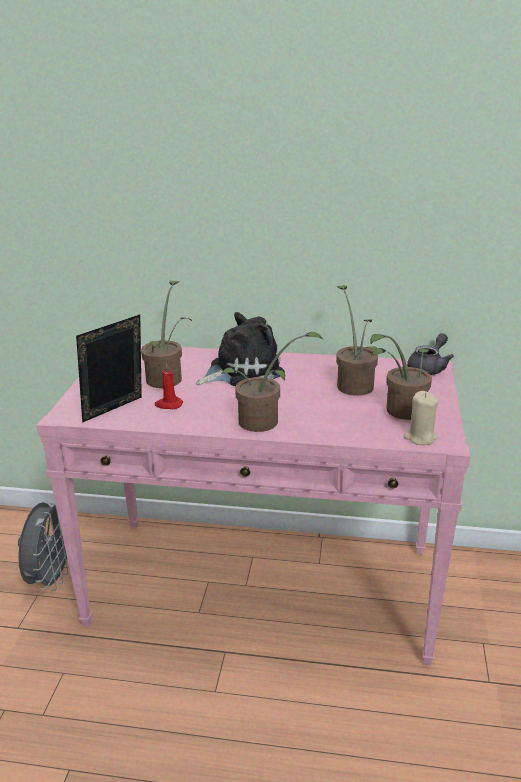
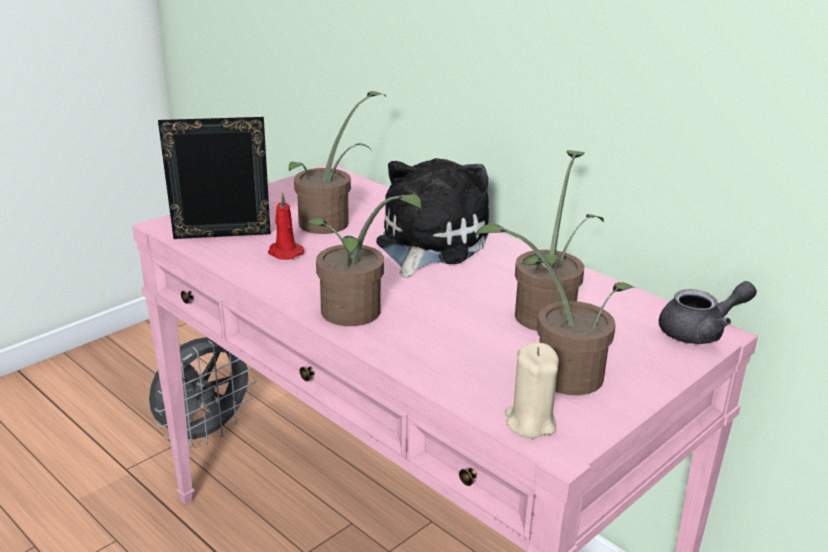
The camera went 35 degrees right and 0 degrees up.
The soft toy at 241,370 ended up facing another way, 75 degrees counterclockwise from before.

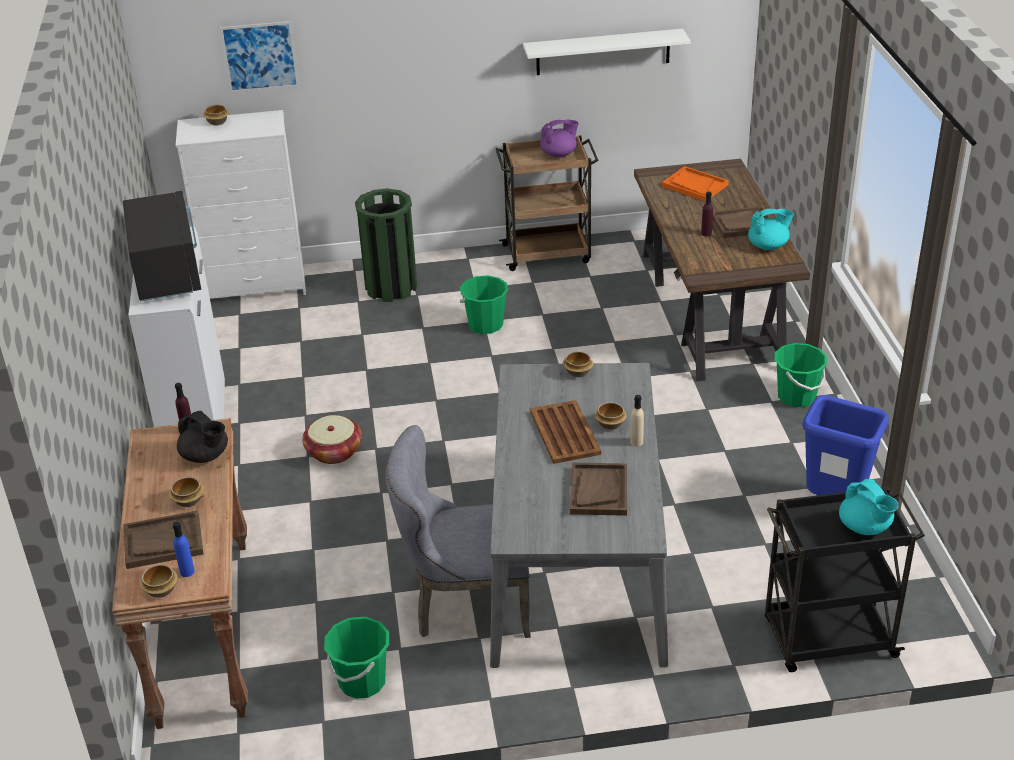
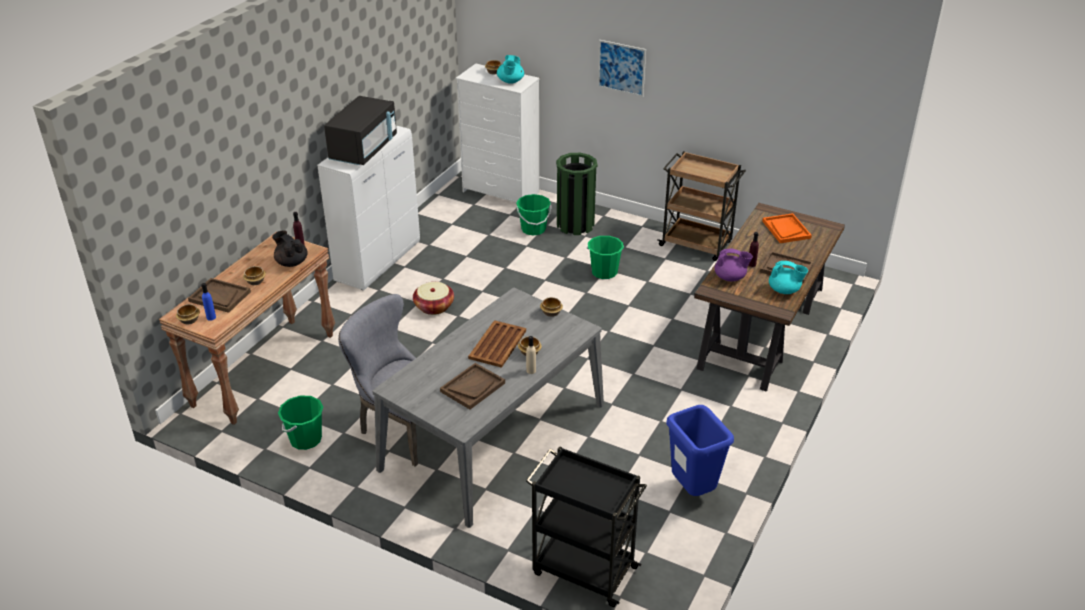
The camera went 35 degrees right and 0 degrees up.
The second view lost the wall shelf/whitish at 603,52.
The wall picture ended up elsewhere, having gone from 260,57 to 621,68.
The tea pot/purple-coloured ended up elsewhere, having gone from 559,154 to 730,278.
The water bucket/green-coloured ended up elsewhere, having gone from 796,396 to 533,229.
The tea pot/turquoise ended up elsewhere, having gone from 865,527 to 510,81.
The tea pot/black-coloured at 205,456 ended up facing another way, 150 degrees clockwise from before.

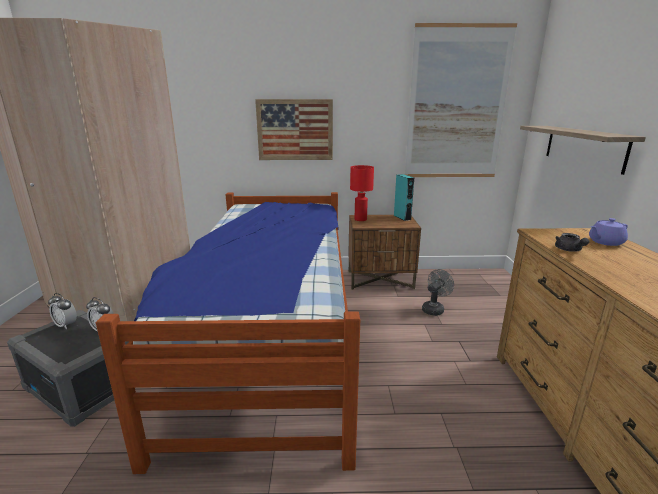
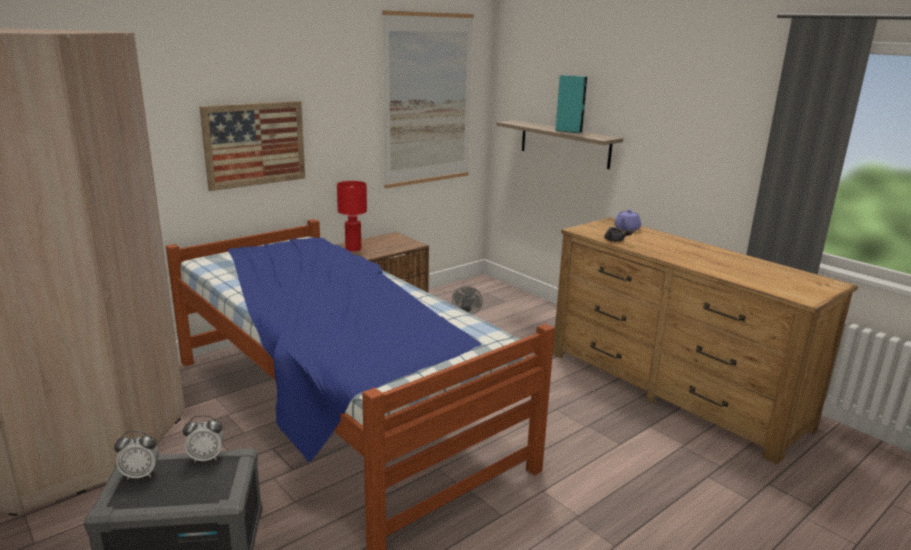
The camera went 40 degrees left and 0 degrees up.
The audio speaker/turquoise ended up elsewhere, having gone from 402,217 to 568,131.

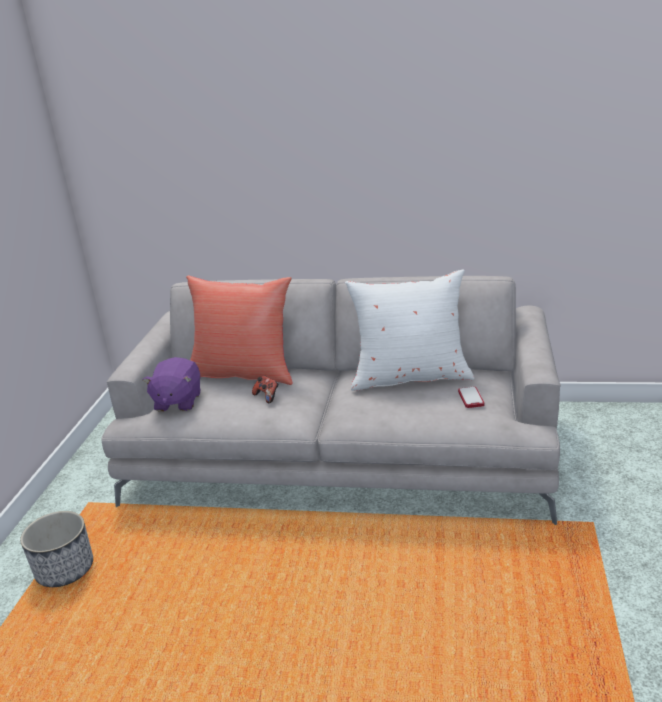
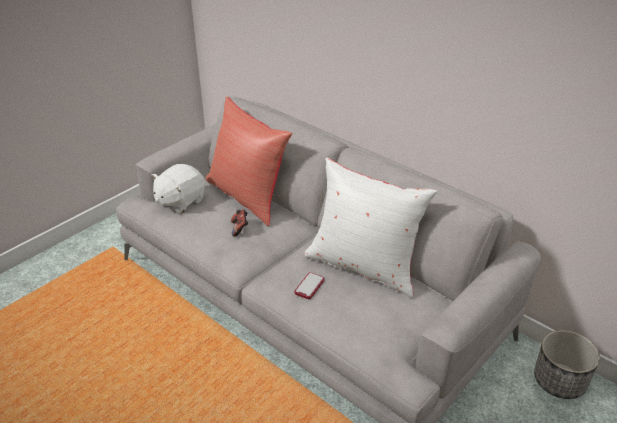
The camera went 30 degrees right and 10 degrees up.
The planter ended up elsewhere, having gone from 65,570 to 559,381.
The handset ended up elsewhere, having gone from 471,398 to 309,286.
What was the soft toy/purple-coloured at 177,402 turned into the soft toy/whitish at 180,201.

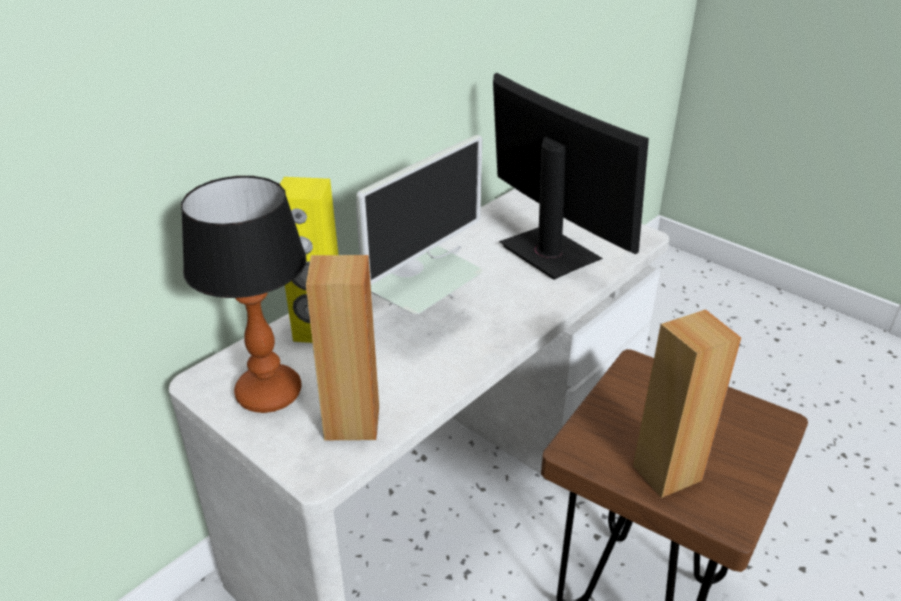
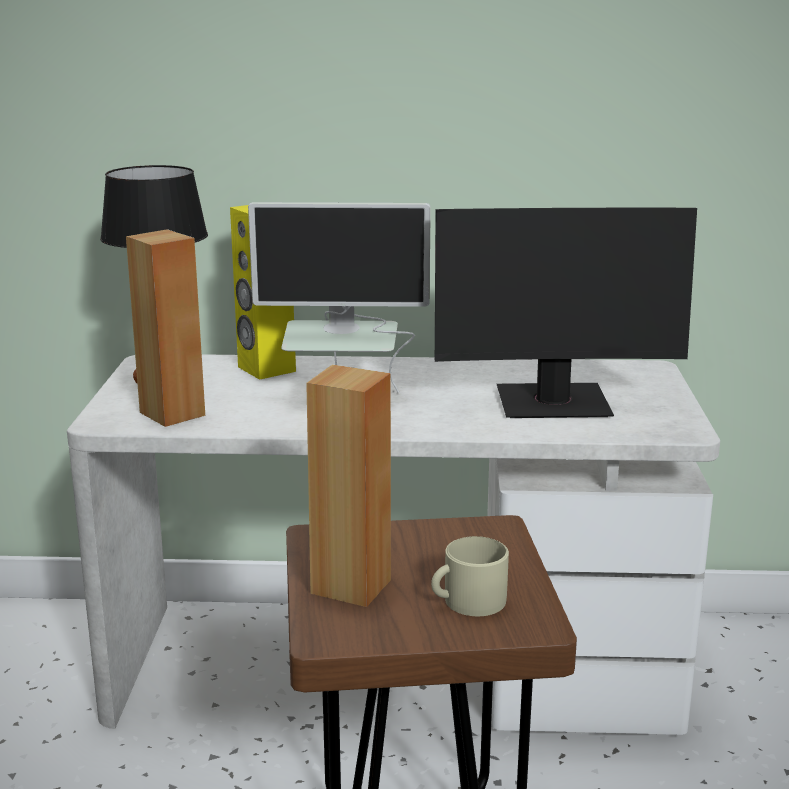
The camera went 50 degrees right and 15 degrees down.
The second view gained the tea mug/beige-coloured at 467,601.
The computer screen at 549,253 ended up facing another way, 75 degrees clockwise from before.

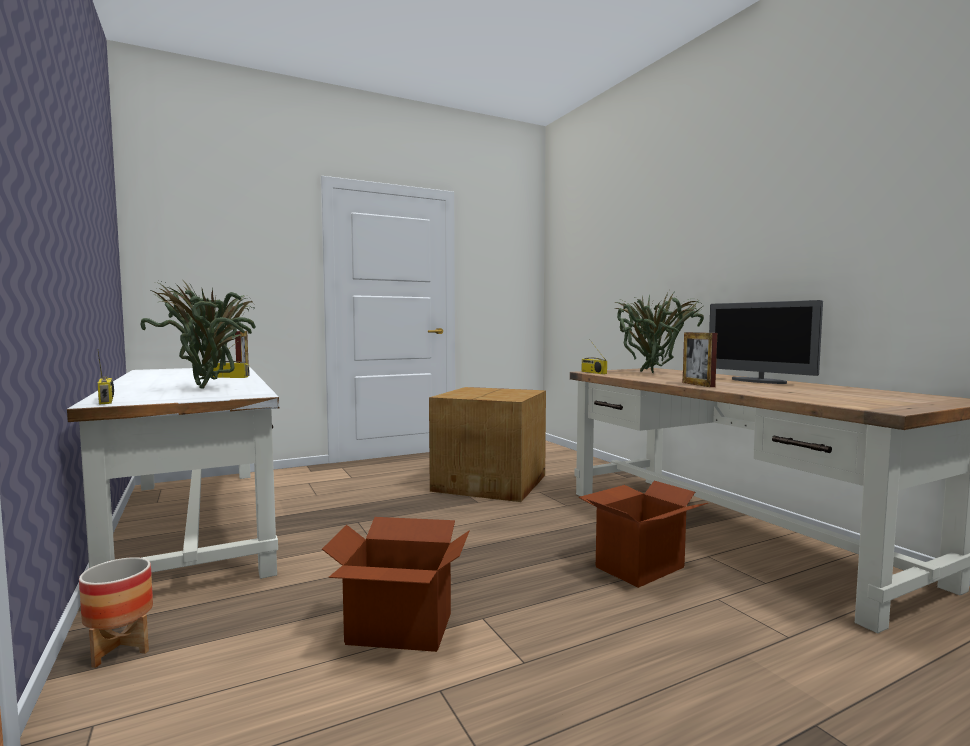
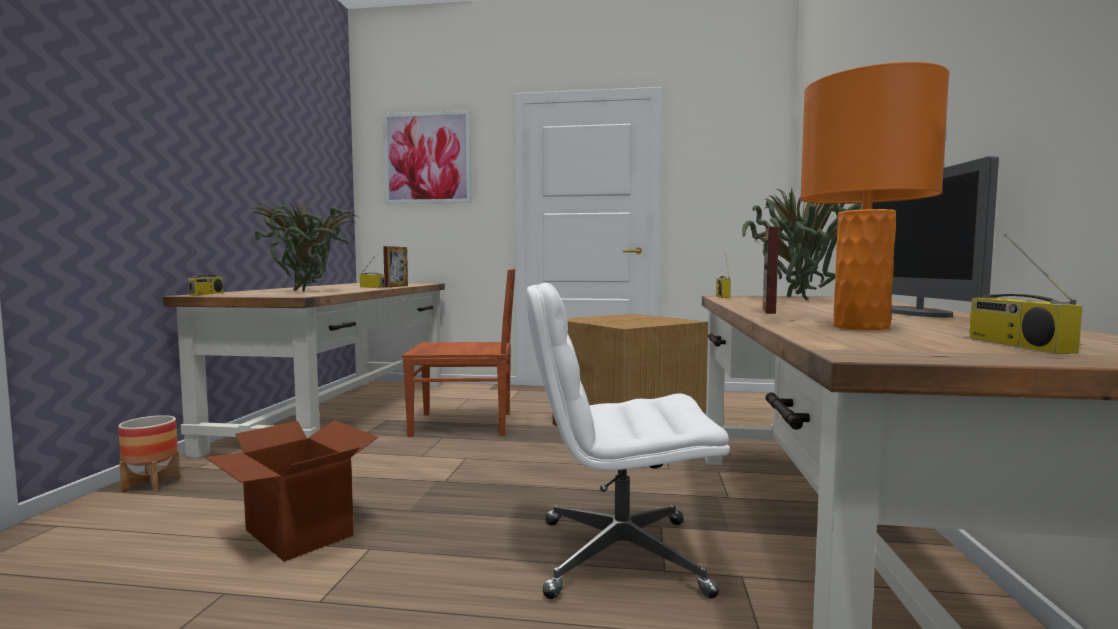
The camera went 35 degrees right and 0 degrees up.
The second view gained the wall picture at 427,158.
The second view gained the plain chair/brown at 465,424.
The second view gained the table lamp/orange-coloured at 860,327.
The second view gained the radio receiver at 1014,344.
Where the cardboard box stood at 638,567, the desk chair/whitish came to stand at 618,556.
What was the desk/whitish at 194,521 turned into the desk/brown at 342,412.

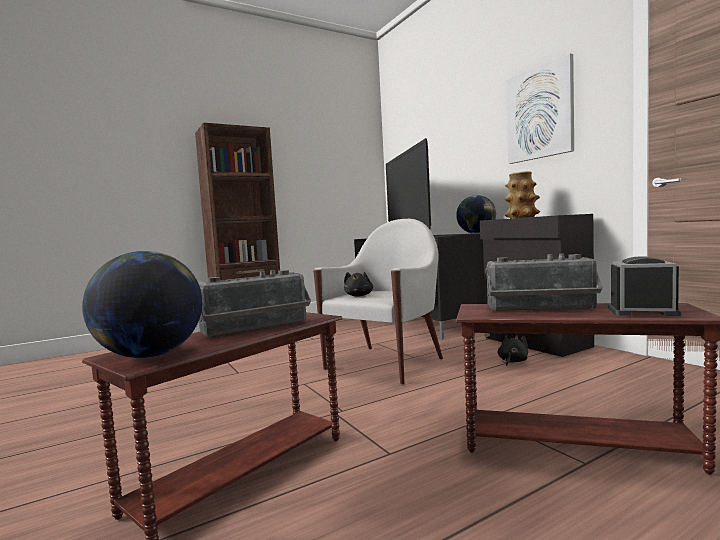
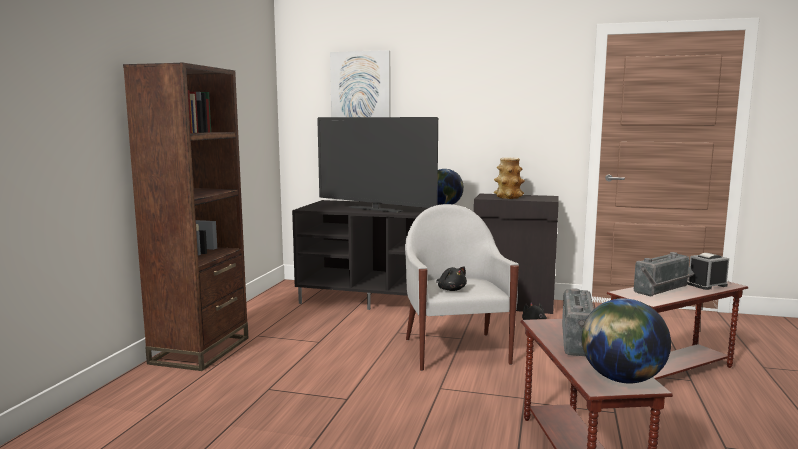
The camera went 45 degrees left and 5 degrees up.
The wall picture ended up elsewhere, having gone from 539,113 to 361,89.

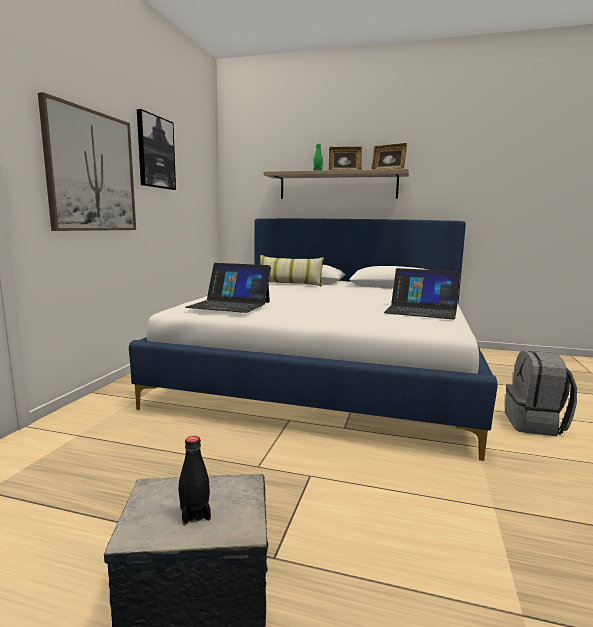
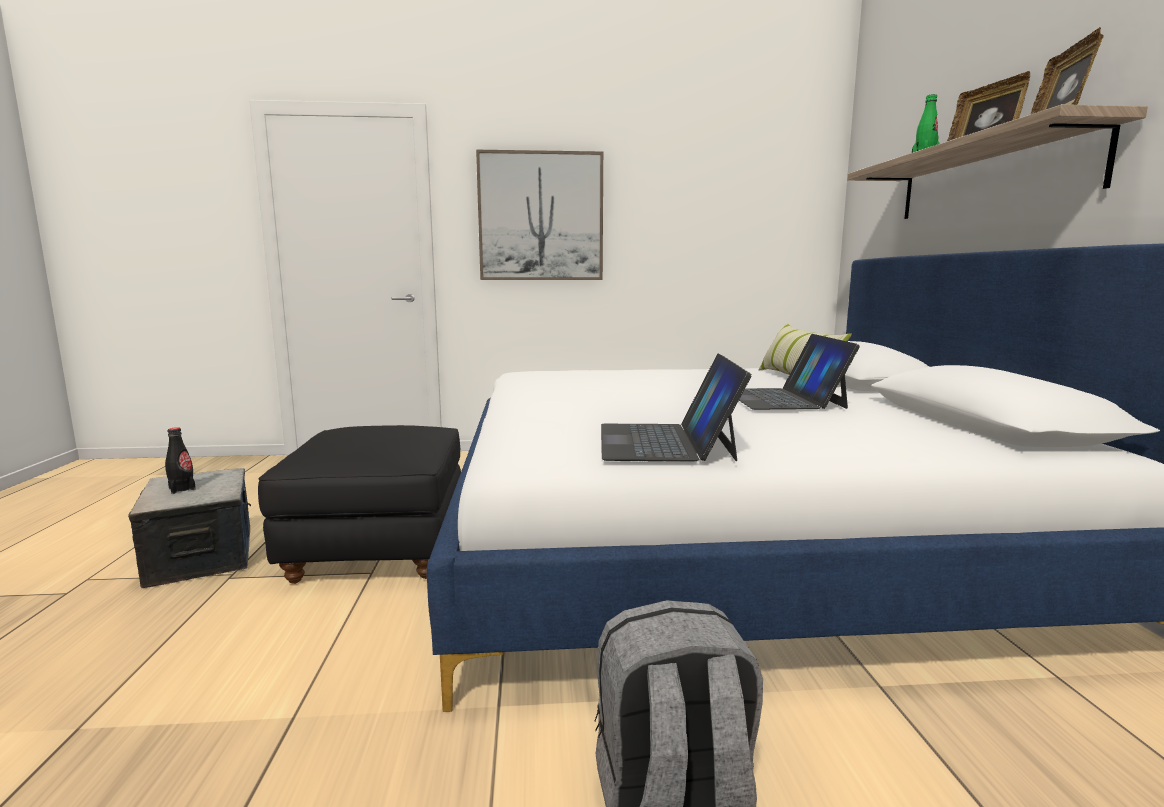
The camera went 70 degrees right and 0 degrees up.
The second view lost the wall picture at 155,152.
The second view gained the footrest/black-coloured at 379,549.
The notebook computer ended up elsewhere, having gone from 229,304 to 783,398.

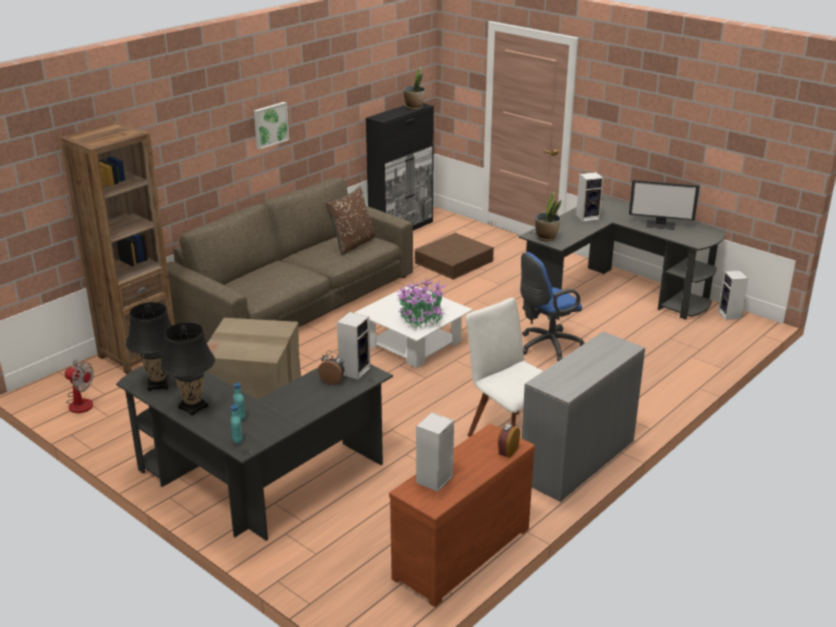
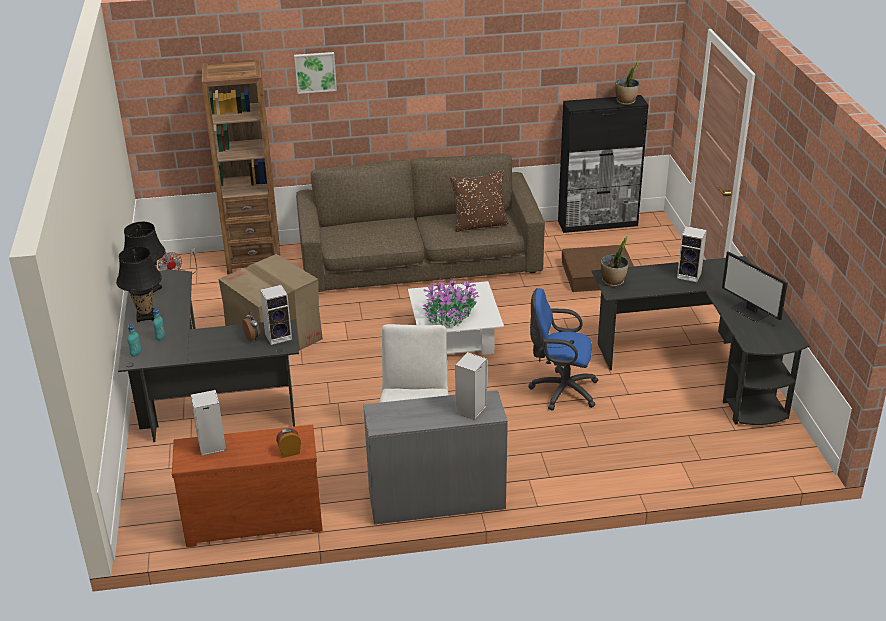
The camera went 40 degrees right and 5 degrees up.
The wall picture ended up elsewhere, having gone from 270,125 to 315,72.
The audio speaker ended up elsewhere, having gone from 730,315 to 471,410.

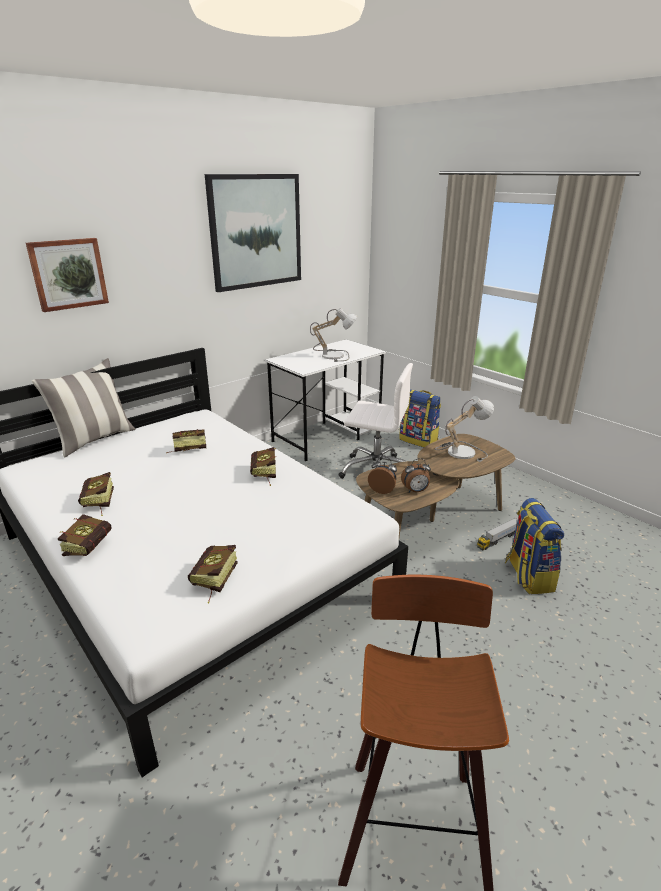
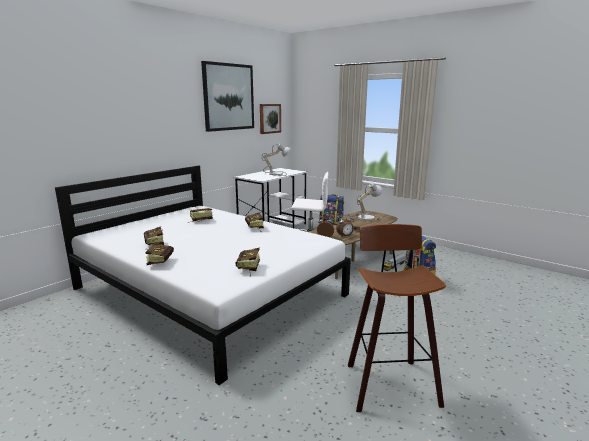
The camera went 10 degrees left and 10 degrees down.
The second view lost the cushion at 94,440.
The wall picture ended up elsewhere, having gone from 68,274 to 269,118.

